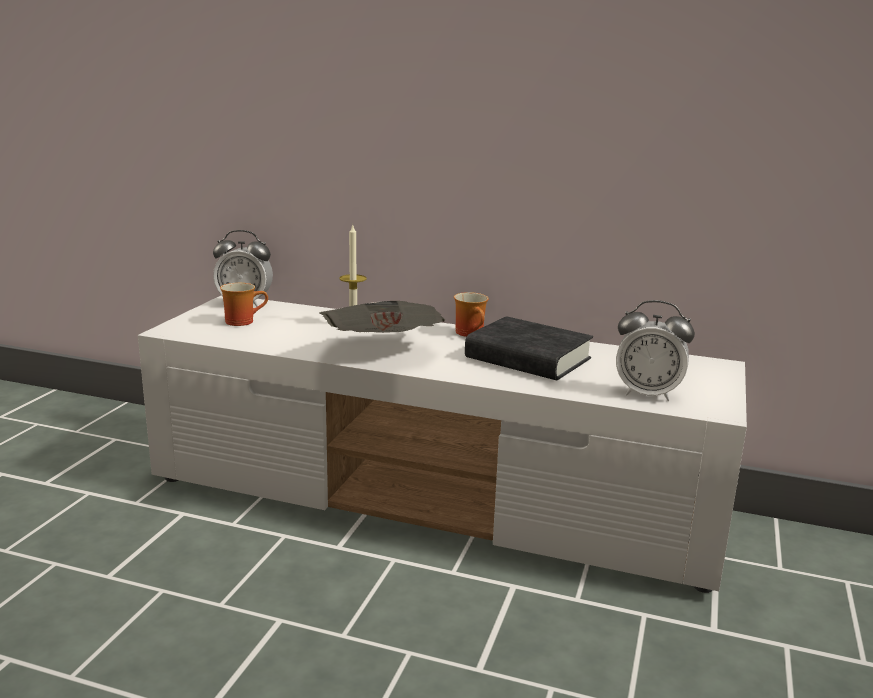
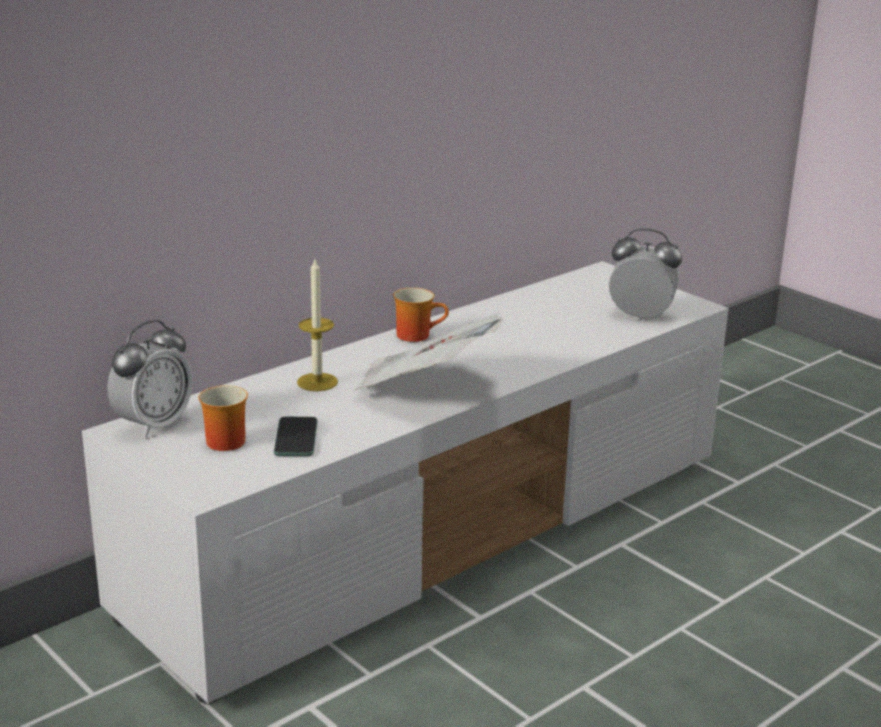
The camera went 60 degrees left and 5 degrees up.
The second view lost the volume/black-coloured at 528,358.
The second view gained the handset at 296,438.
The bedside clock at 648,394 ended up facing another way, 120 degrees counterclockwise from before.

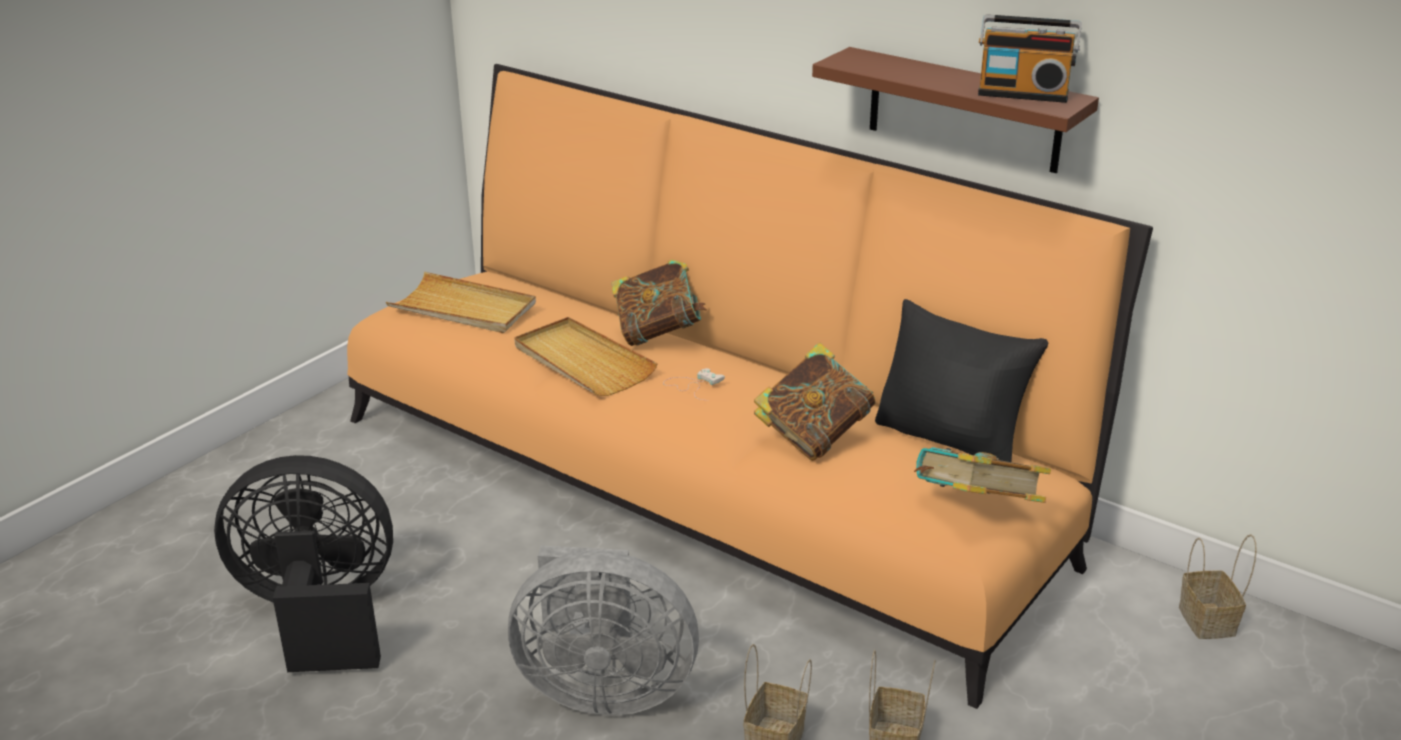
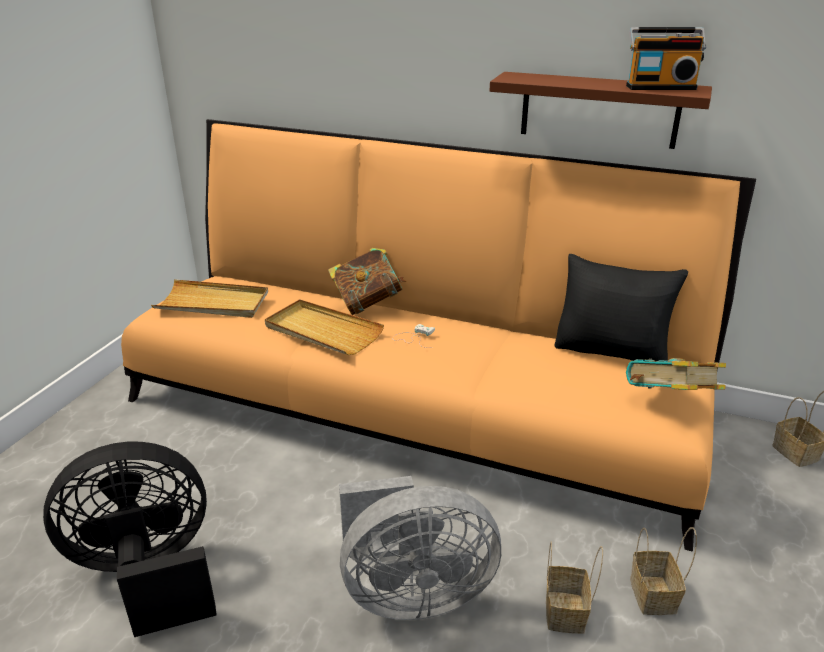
The camera went 15 degrees left and 0 degrees up.
The second view lost the volume at 813,437.

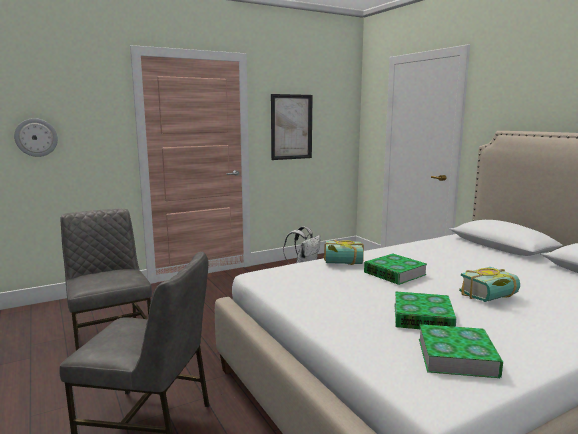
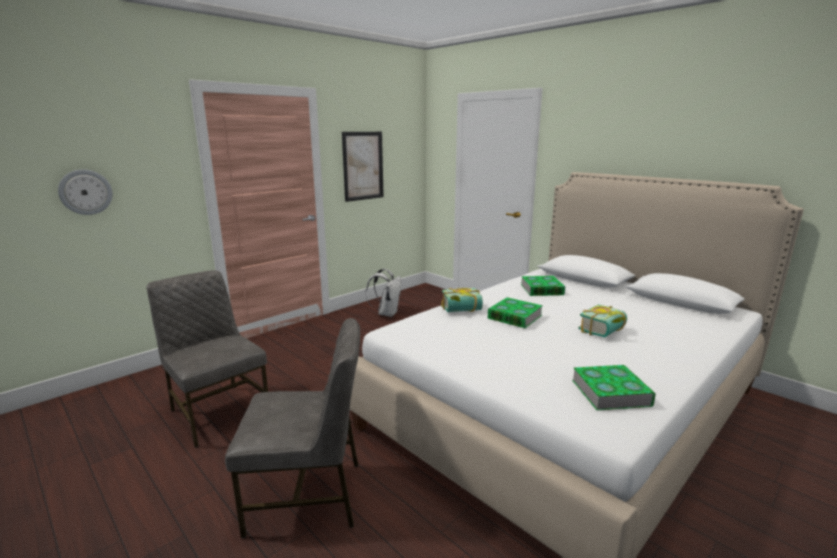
The camera went 15 degrees left and 5 degrees up.
The volume ended up elsewhere, having gone from 422,317 to 541,290.

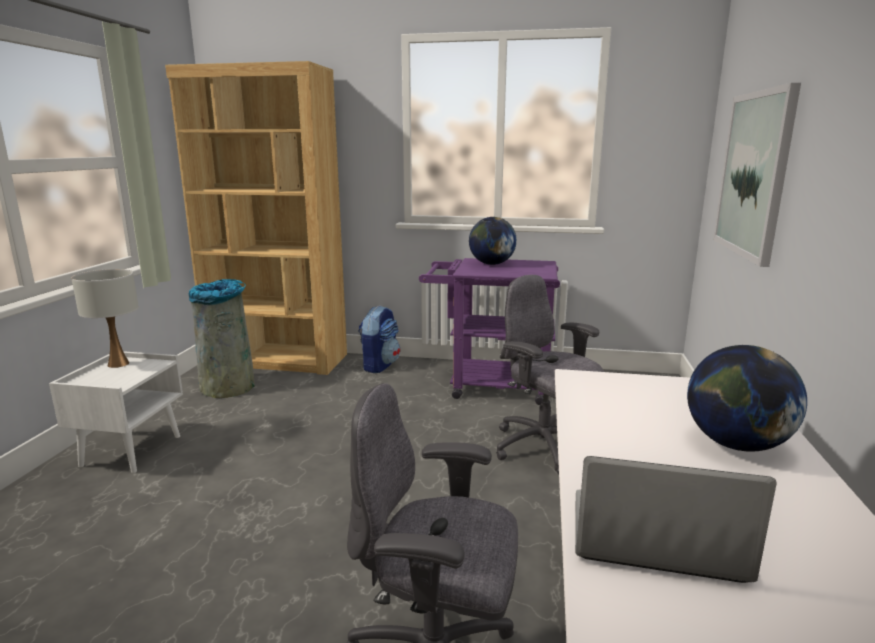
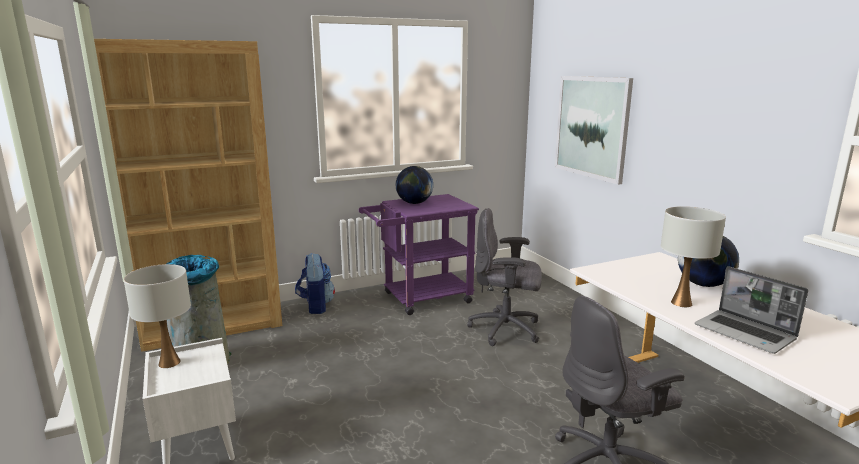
The camera went 35 degrees left and 0 degrees up.
The second view gained the table lamp/whitish at 681,303.
The notebook computer at 653,539 ended up facing another way, 105 degrees counterclockwise from before.

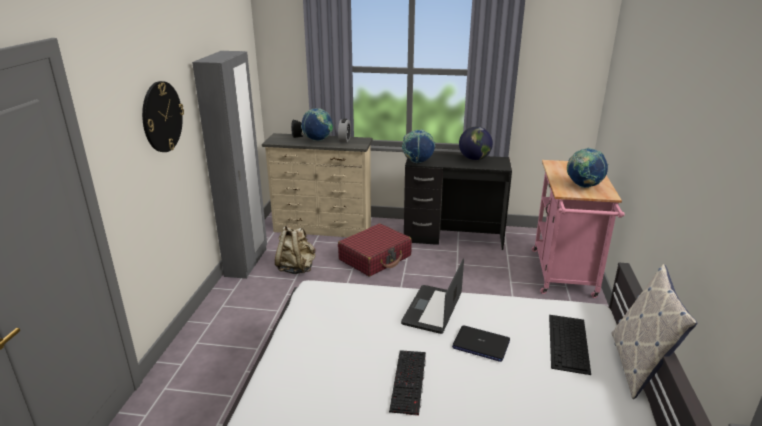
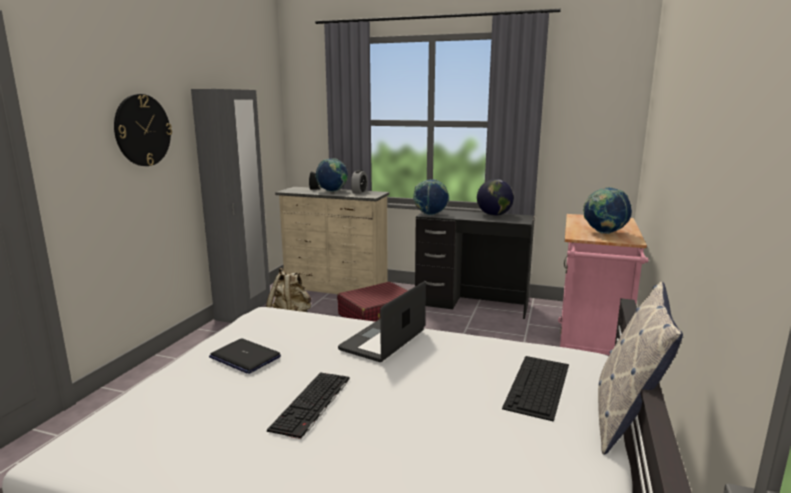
The camera went 10 degrees right and 10 degrees down.
The notebook computer ended up elsewhere, having gone from 480,344 to 244,357.

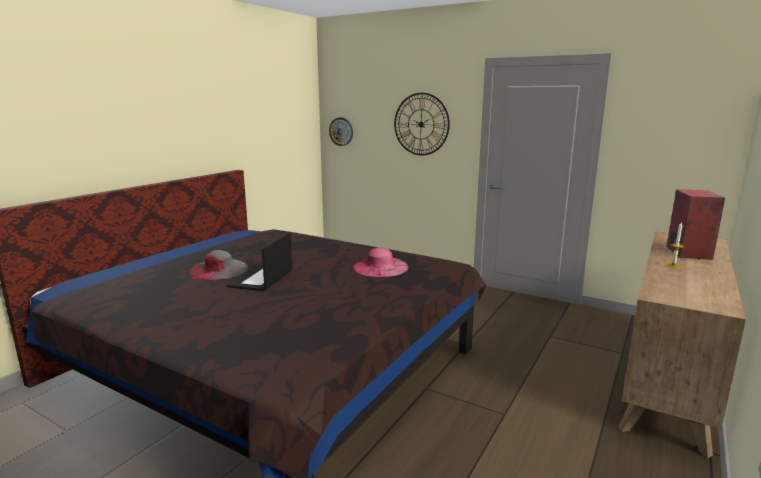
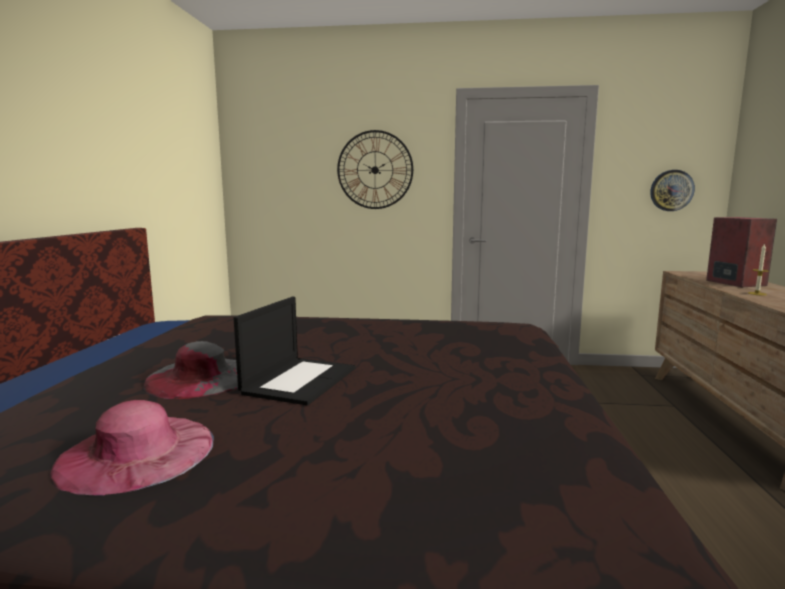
The camera went 25 degrees left and 5 degrees down.
The wall clock ended up elsewhere, having gone from 341,131 to 671,190.
The hat/pink ended up elsewhere, having gone from 380,267 to 136,452.
The notebook computer at 261,279 ended up facing another way, 150 degrees counterclockwise from before.

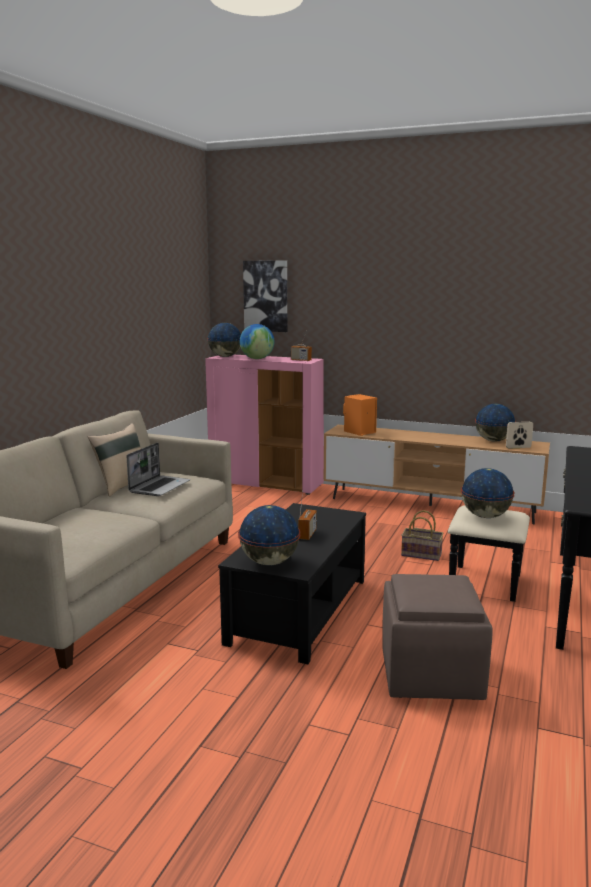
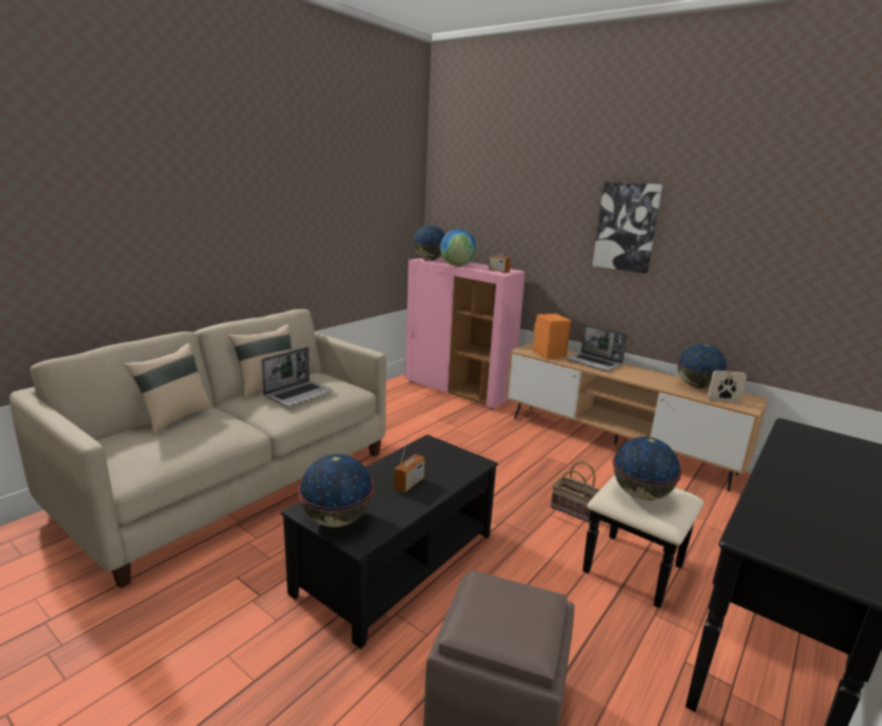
The camera went 15 degrees right and 5 degrees up.
The second view gained the cushion/beige-coloured at 174,418.
The second view gained the notebook computer at 594,363.
The wall picture ended up elsewhere, having gone from 266,296 to 626,227.

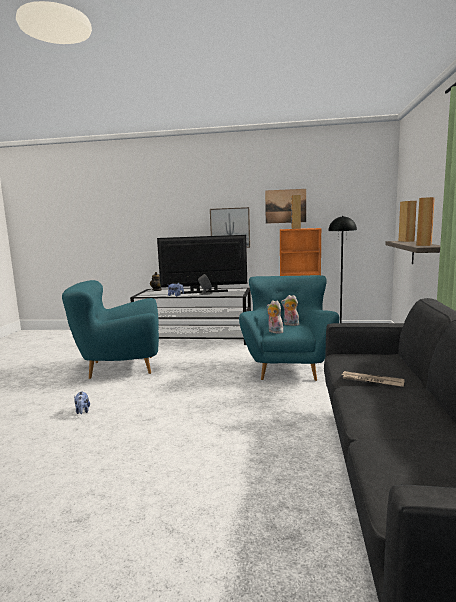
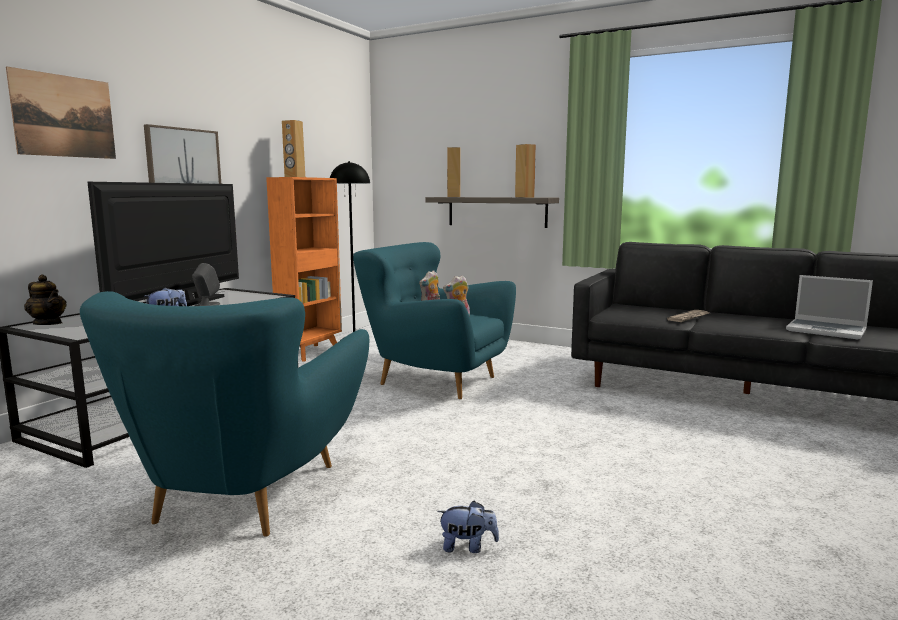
The camera went 70 degrees left and 0 degrees up.
The second view gained the notebook computer at 827,330.
The wall picture ended up elsewhere, having gone from 285,206 to 64,116.

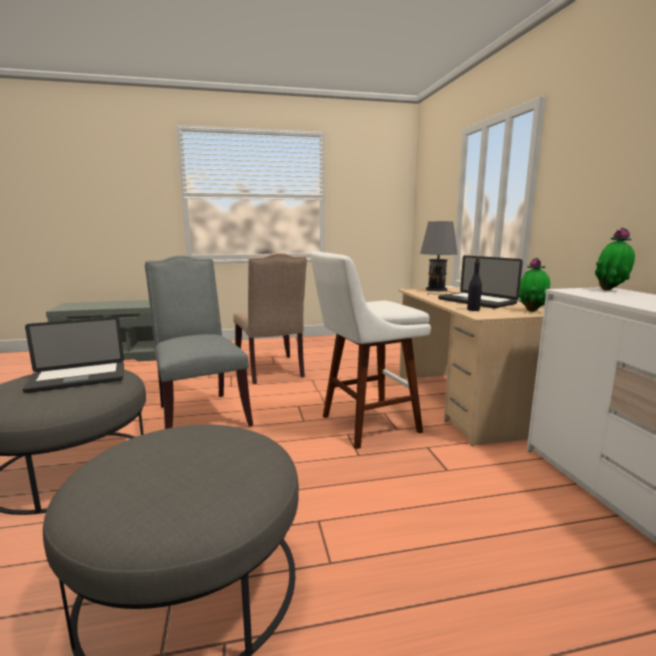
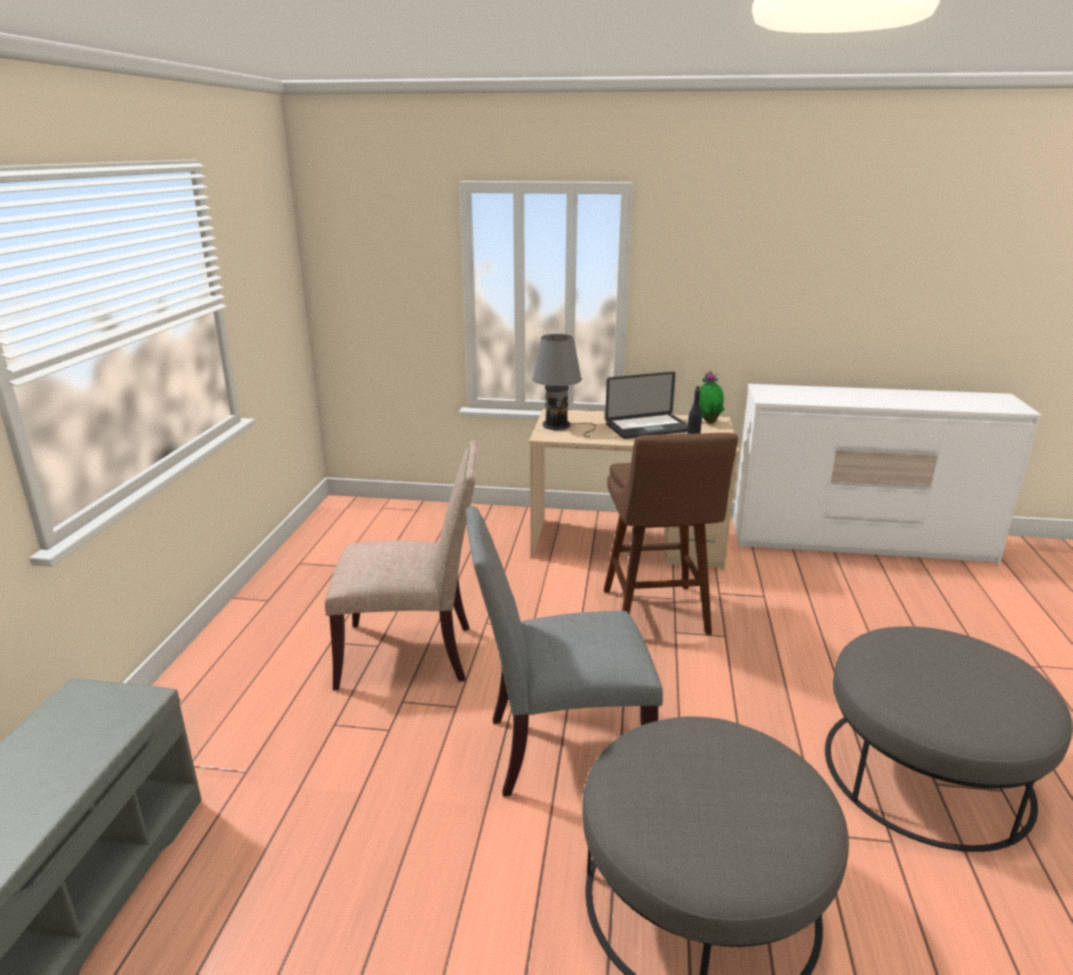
The camera went 70 degrees left and 10 degrees up.
The second view lost the notebook computer at 78,378.
The second view lost the plant in a pot at 610,290.
What was the sitting stool/whitish at 364,425 turned into the sitting stool/brown at 657,616.

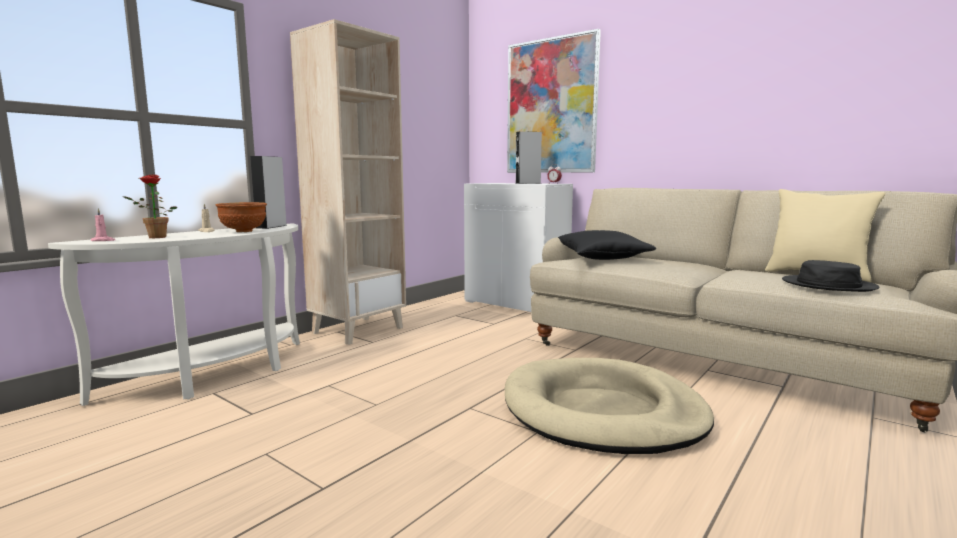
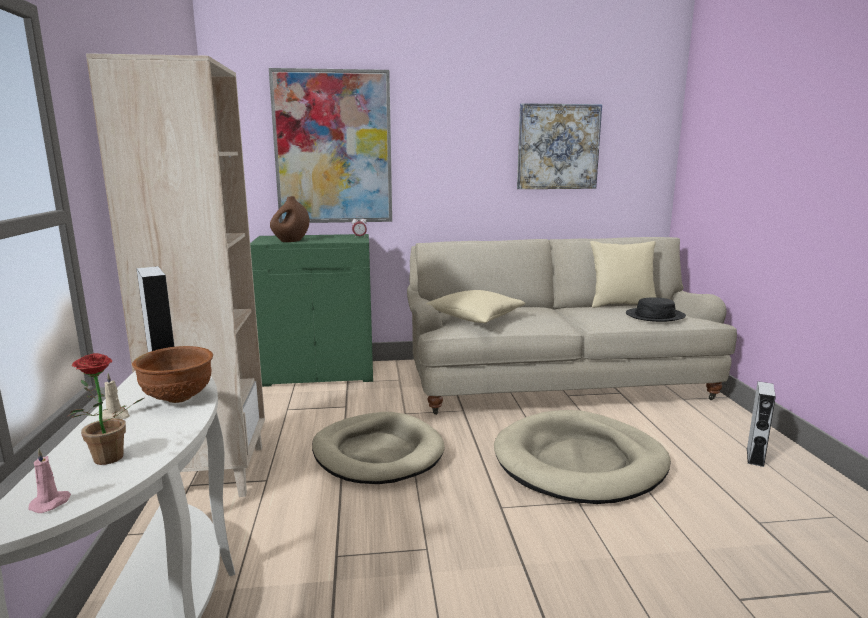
The camera went 45 degrees left and 5 degrees up.
The second view gained the decorative vase/brown at 291,241.
The second view gained the dog bed/beige-coloured at 377,453.
The second view gained the wall picture at 558,147.
The audio speaker/grey ended up elsewhere, having gone from 528,183 to 755,457.
What was the cupboard/whitish at 517,303 turned into the cupboard/green-coloured at 320,373.
What was the cushion/black-coloured at 602,258 turned into the cushion/beige-coloured at 474,318.

